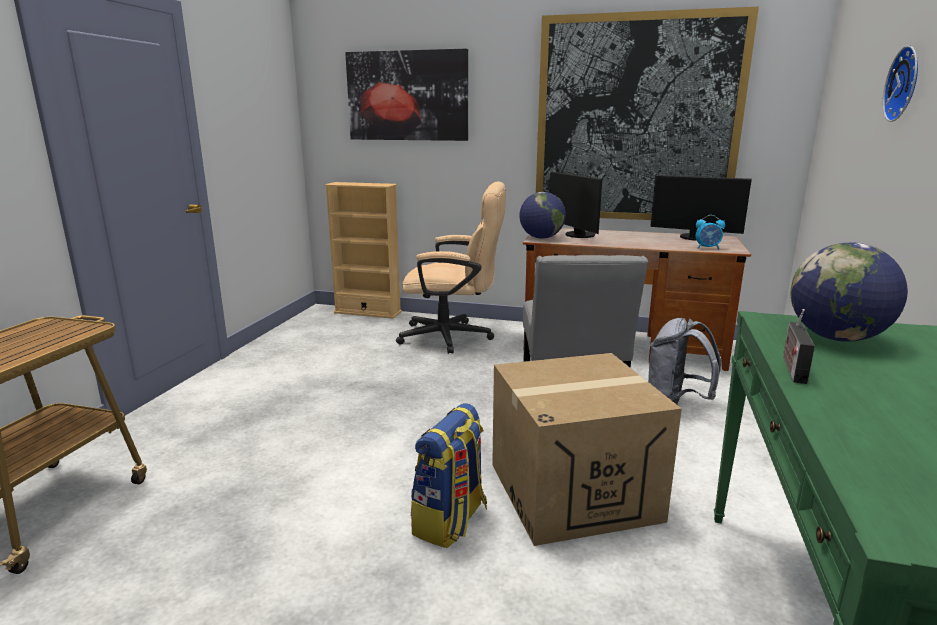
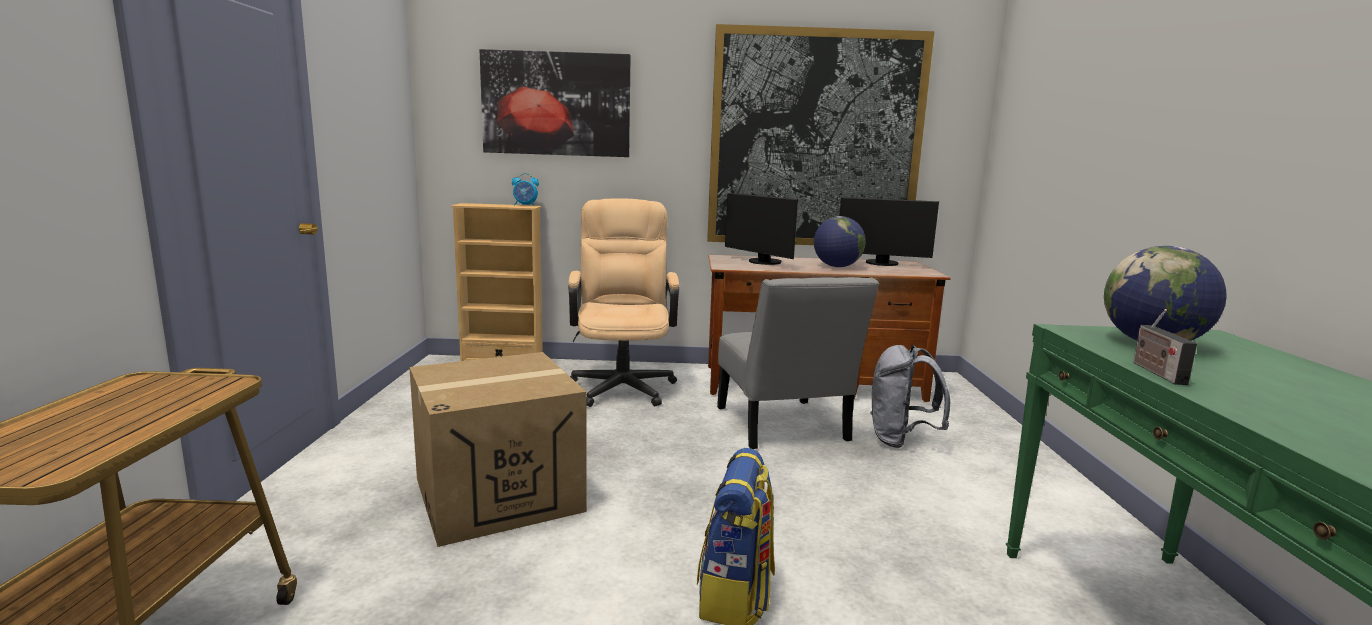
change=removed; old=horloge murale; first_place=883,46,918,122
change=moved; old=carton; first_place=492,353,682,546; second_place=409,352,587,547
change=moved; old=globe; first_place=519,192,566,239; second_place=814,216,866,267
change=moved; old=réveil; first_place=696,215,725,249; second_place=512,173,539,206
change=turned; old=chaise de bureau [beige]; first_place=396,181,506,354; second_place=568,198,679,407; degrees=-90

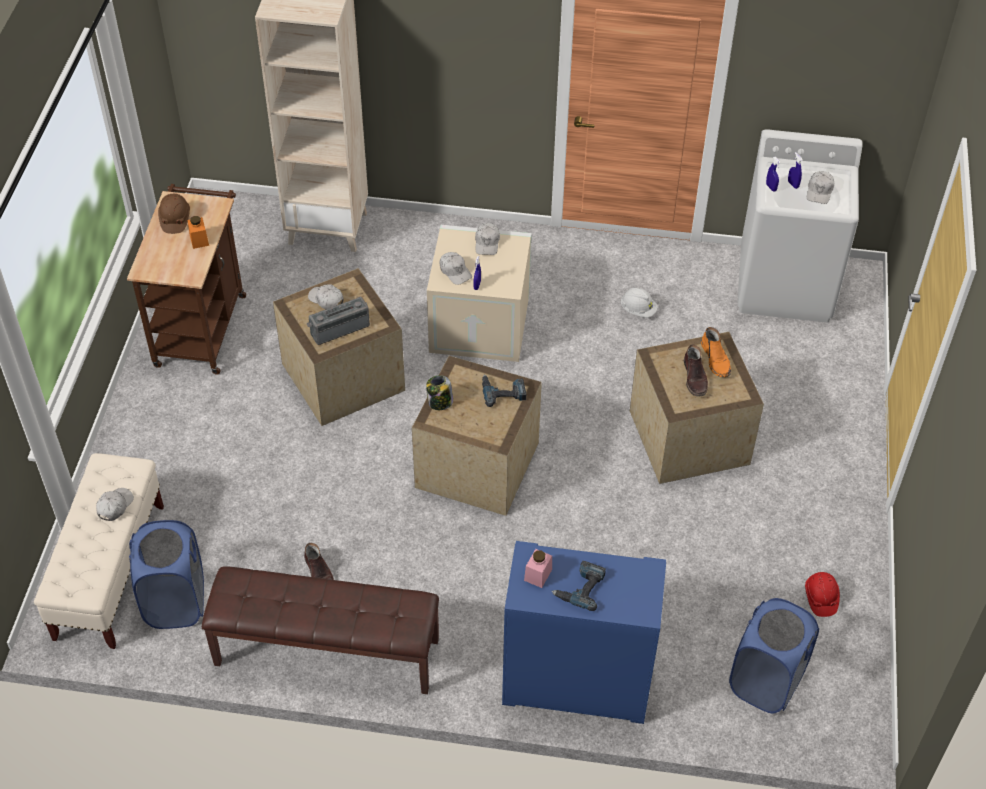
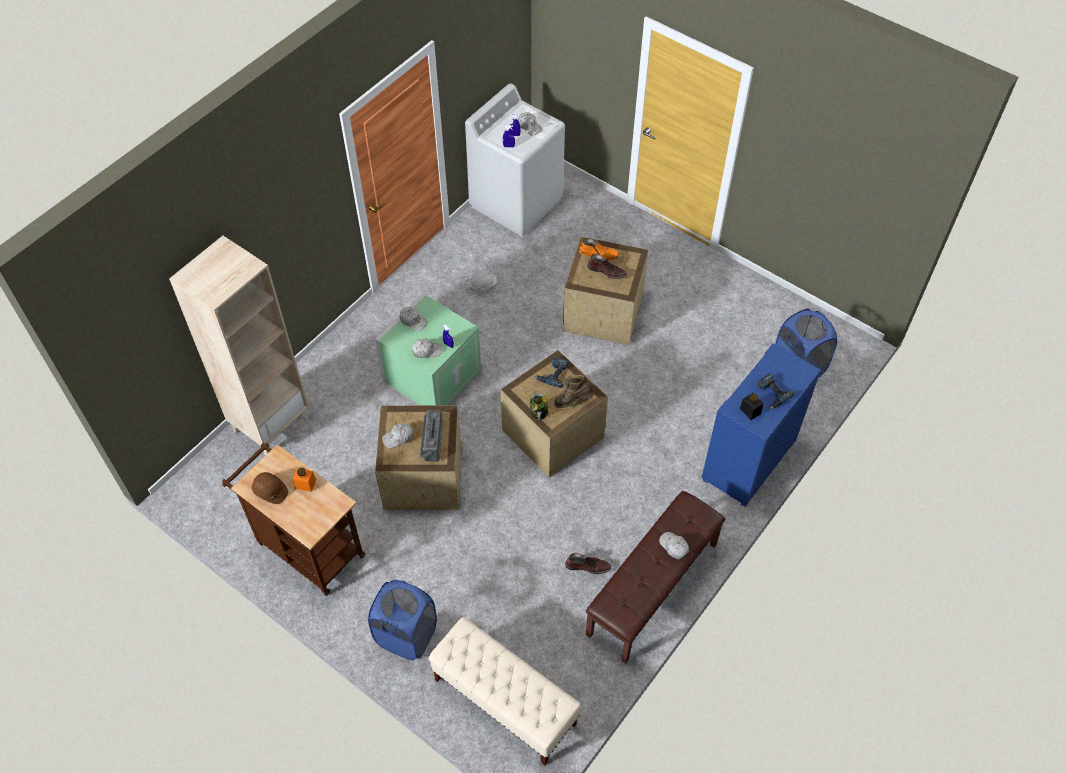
change=removed; old=casque de chantier [rouge]; first_place=805,572,840,617
change=added; new=botte [marron]; second_place=554,375,594,408
change=moved; old=casquette [blanc]; first_place=96,488,134,521; second_place=659,532,689,560
change=moved; old=panier à linge [bleu]; first_place=129,520,204,629; second_place=368,580,437,660
change=recoloured; old=boîte de rangement [beige]; new=boîte de rangement [vert]; first_place=427,225,531,362; second_place=375,293,481,405
change=recoloured; old=bocal [rose]; new=bocal [noir]; first_place=524,549,552,588; second_place=740,393,763,420

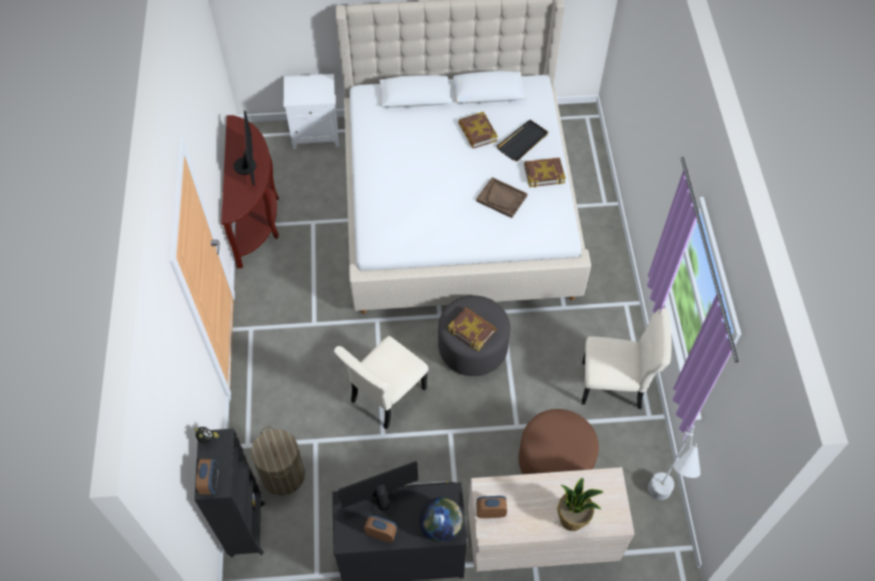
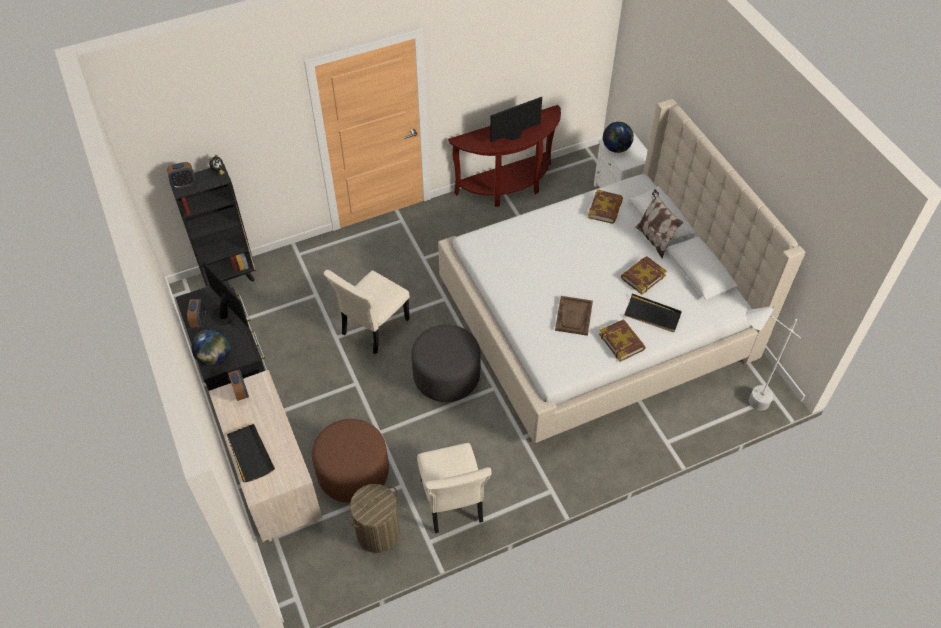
change=added; new=globe; second_place=603,122,634,153
change=added; new=coussin; second_place=635,189,683,258
change=moved; old=panier à linge; first_place=251,426,305,496; second_place=349,484,400,553
change=moved; old=livre; first_place=448,307,497,351; second_place=588,189,623,224
change=moved; old=lampadaire [blanc]; first_place=648,425,701,500; second_place=746,306,801,411
change=replaced; old=plante en pot; new=plateau [noir]; first_place=558,478,603,531; second_place=227,423,275,482
change=turned; old=chaise [beige]; first_place=334,336,429,430; second_place=324,270,410,355; degrees=-75

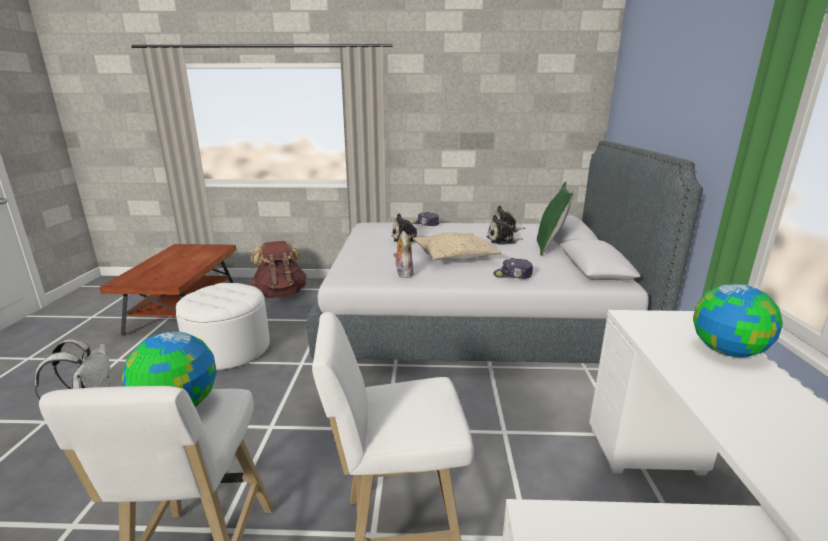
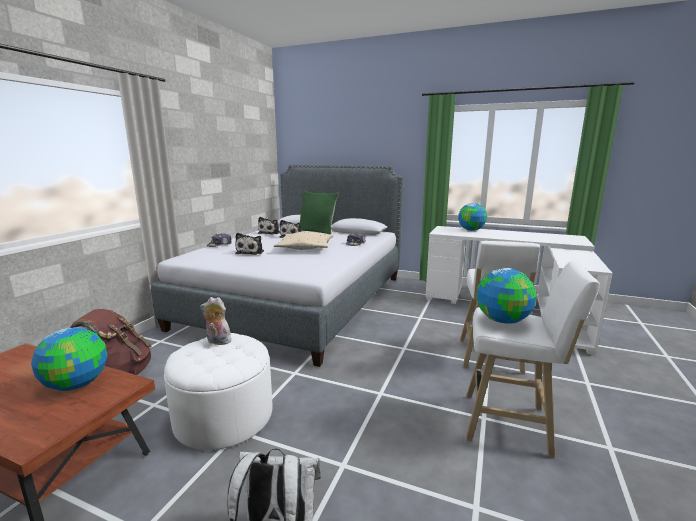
change=added; new=globe; second_place=31,327,107,391
change=moved; old=peluche; first_place=393,231,414,278; second_place=200,297,233,345

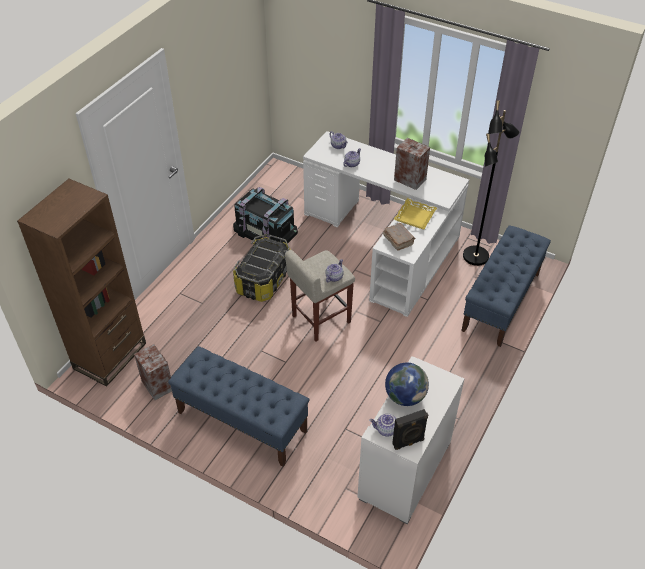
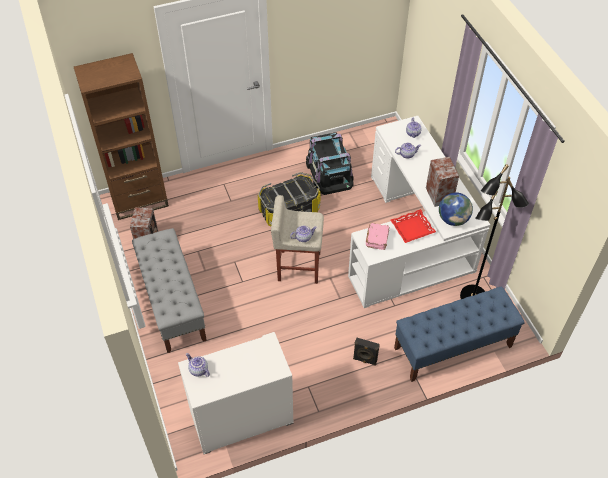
change=moved; old=globe; first_place=385,363,429,406; second_place=439,192,473,226
change=moved; old=enceinte [noir]; first_place=392,409,428,450; second_place=353,338,380,366
change=recoloured; old=banc [bleu]; new=banc [gris]; first_place=168,346,309,467; second_place=132,228,207,353
change=recoloured; old=livre [marron]; new=livre [rose]; first_place=383,223,415,250; second_place=366,223,389,250
change=recoloured; old=plateau [jaune]; new=plateau [rouge]; first_place=394,198,437,229; second_place=390,209,436,243

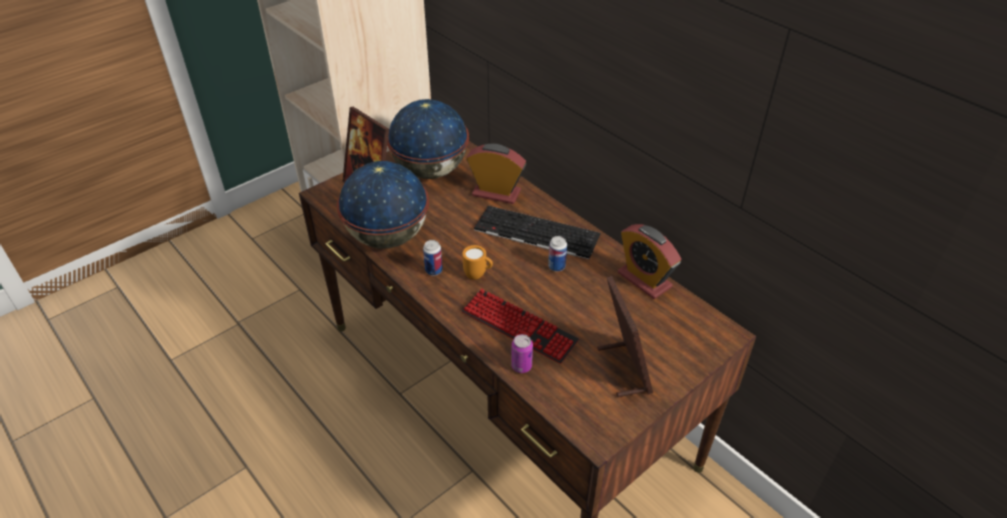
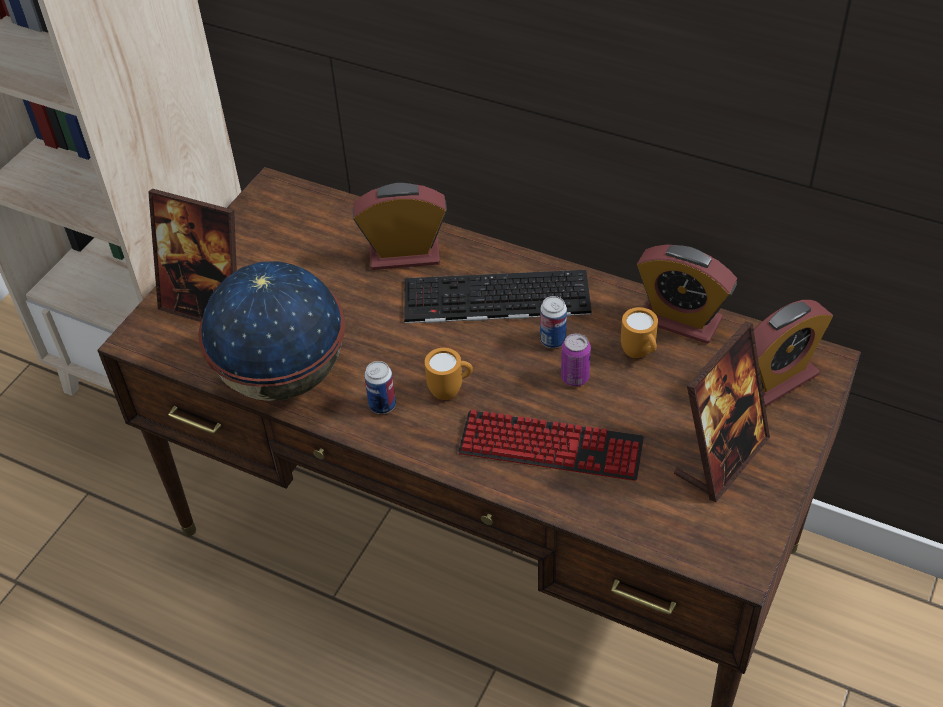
change=removed; old=globe; first_place=387,99,469,179
change=added; new=mug [orange]; second_place=621,307,658,358
change=added; new=réveil; second_place=754,300,833,407
change=moved; old=boîte métallique; first_place=511,334,533,373; second_place=561,333,591,386
change=turned; old=cadre photo; first_place=597,276,653,397; second_place=674,321,770,502; degrees=75

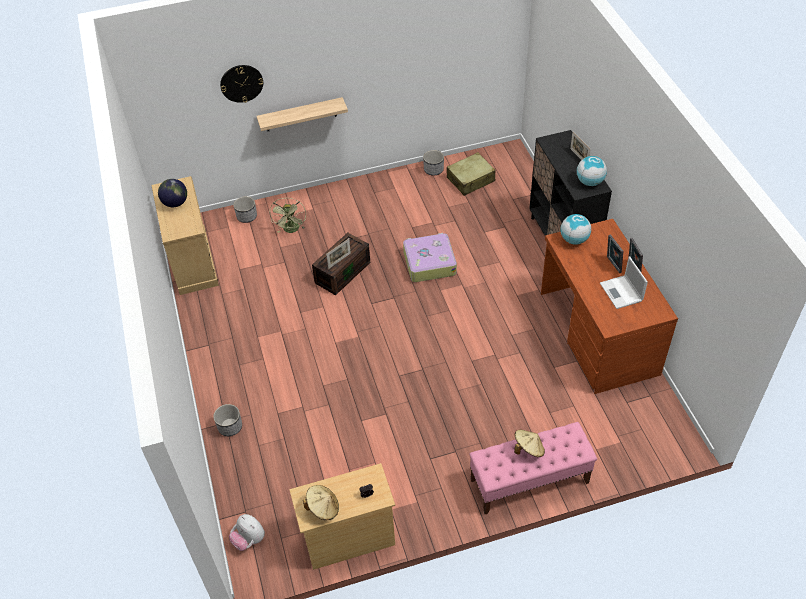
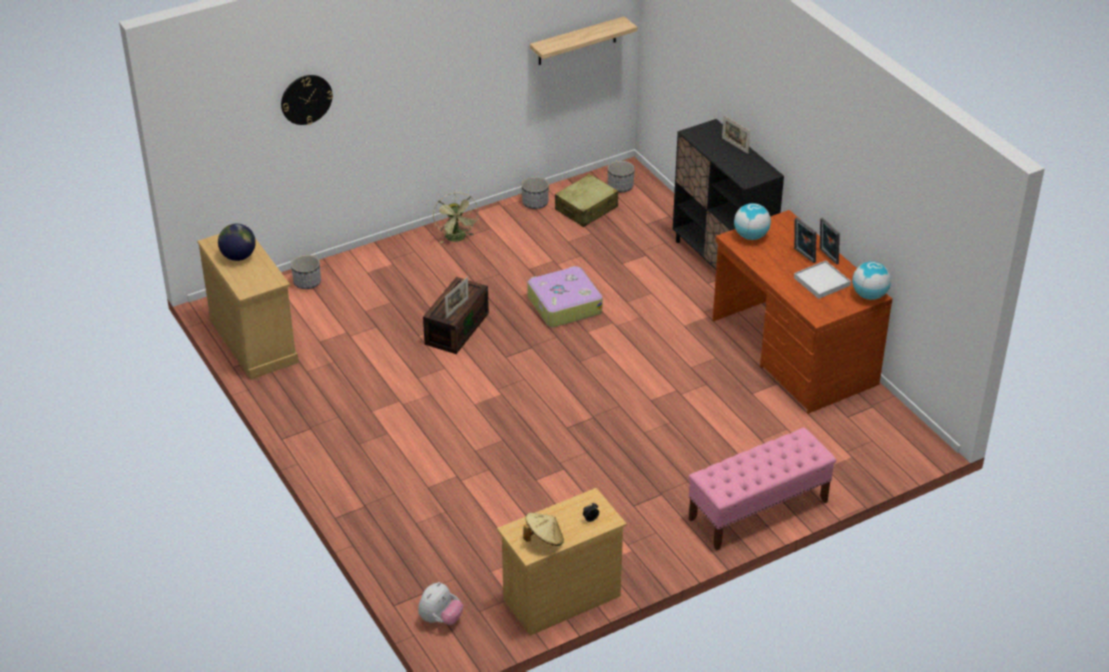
change=removed; old=chapeau [beige]; first_place=514,430,545,457
change=moved; old=cache-pot; first_place=213,404,242,436; second_place=608,161,635,192
change=moved; old=étagère; first_place=257,97,348,131; second_place=530,16,637,65
change=moved; old=ventilateur [vert]; first_place=270,198,306,233; second_place=433,192,479,243
change=moved; old=globe; first_place=577,156,607,186; second_place=852,261,891,300
change=replaced; old=ordinateur portable; new=plateau [blanc]; first_place=600,256,648,309; second_place=794,260,851,299
change=turned; old=peluche; first_place=229,514,265,551; second_place=418,582,463,625; degrees=-90

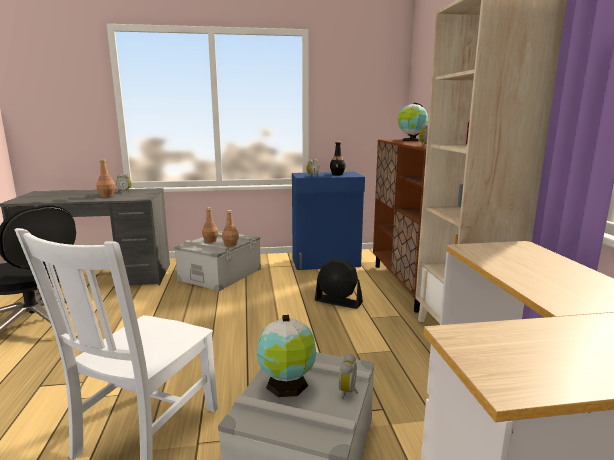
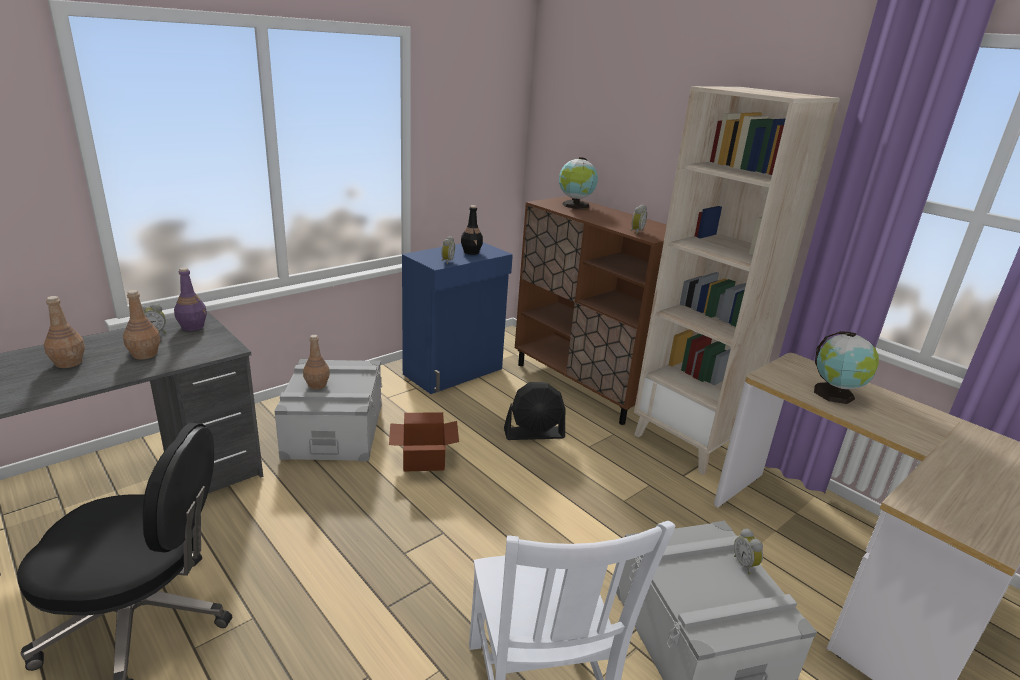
change=added; new=bouteille [violet]; second_place=174,267,207,331
change=added; new=carton; second_place=389,412,459,472
change=moved; old=bouteille [marron]; first_place=222,210,239,246; second_place=44,296,85,368
change=moved; old=globe; first_place=257,315,316,397; second_place=814,331,879,404

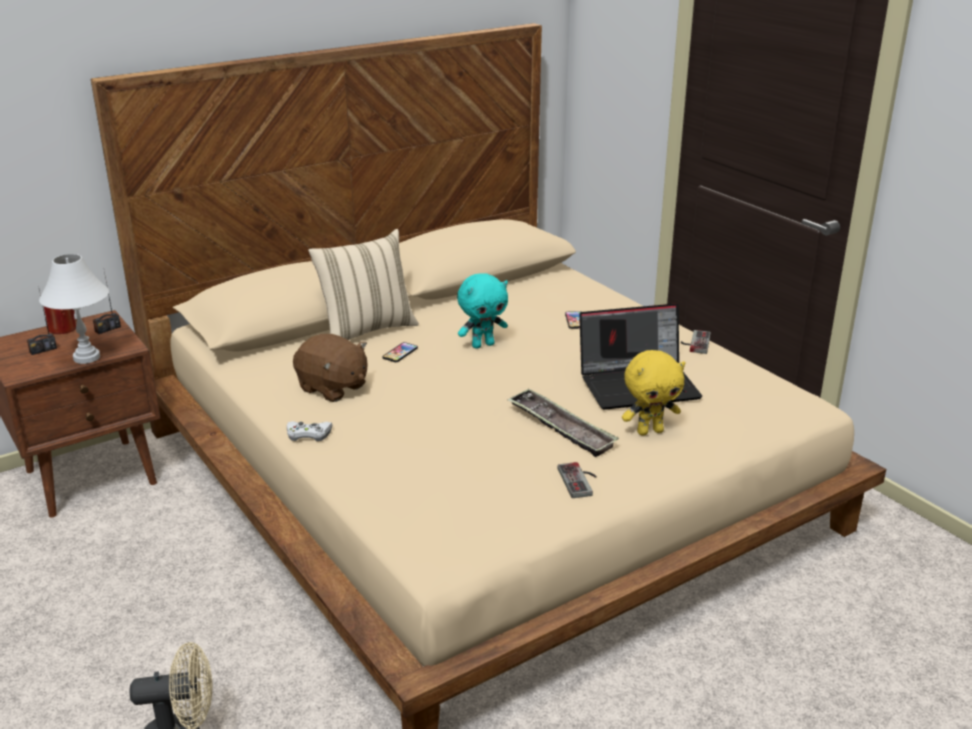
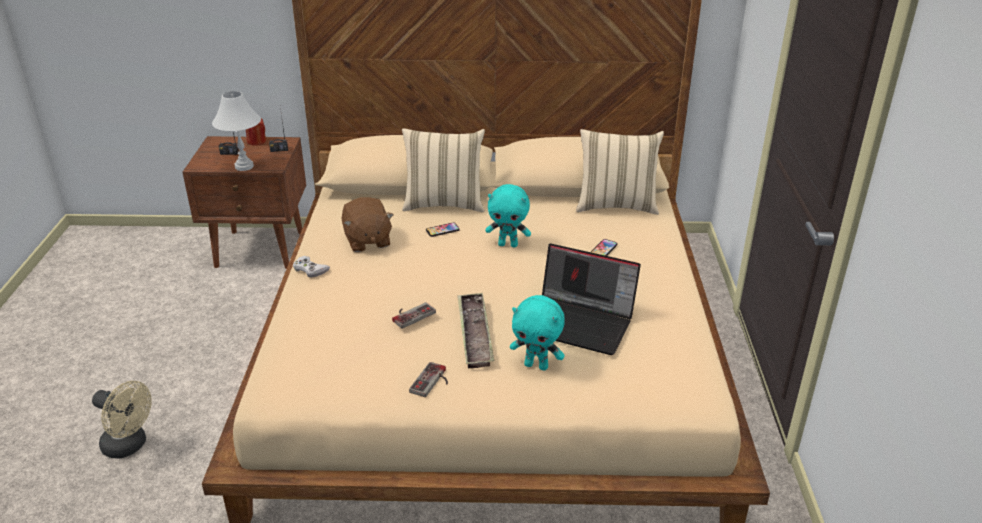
change=added; new=coussin [beige]; second_place=576,129,664,215
change=moved; old=manette; first_place=681,330,711,354; second_place=392,302,436,329
change=recoloured; old=peluche [jaune]; new=peluche [turquoise]; first_place=622,350,686,435; second_place=510,295,565,370

